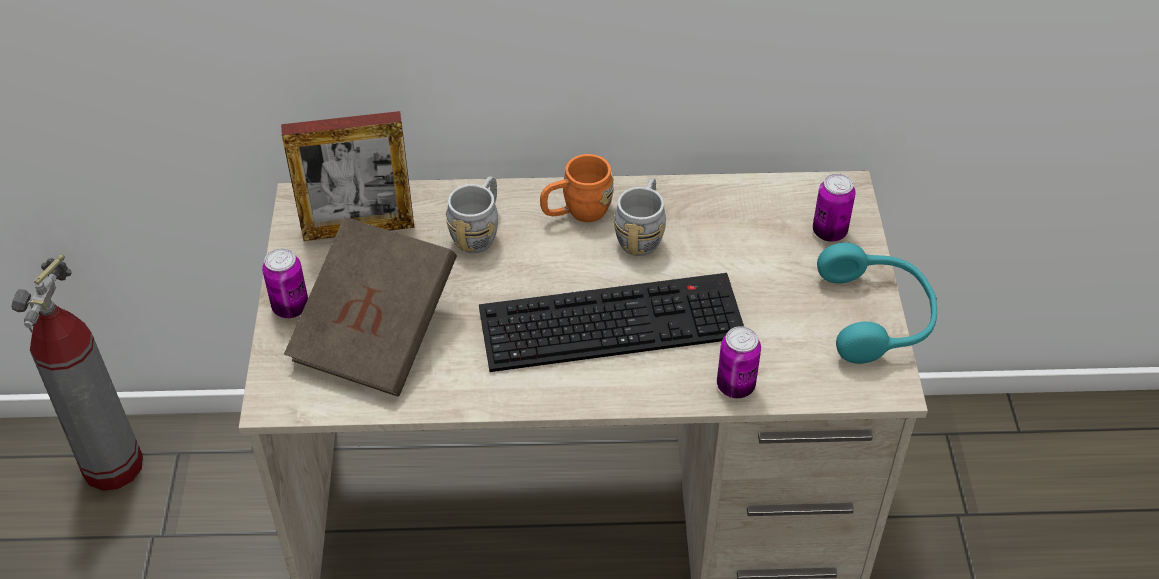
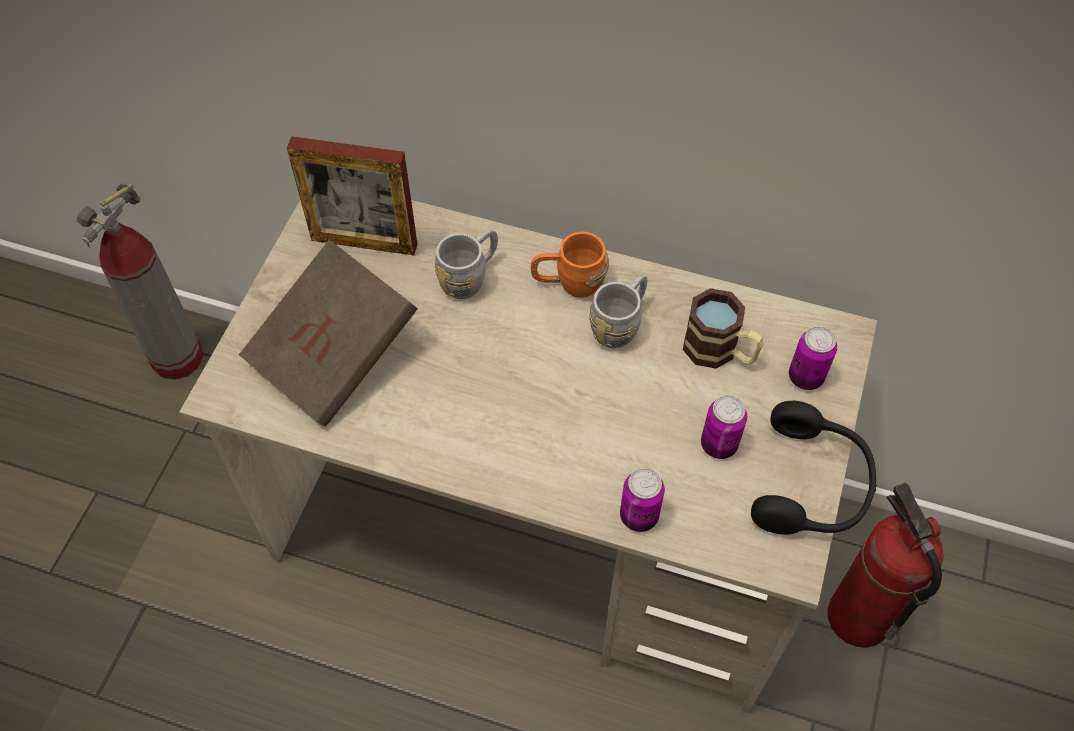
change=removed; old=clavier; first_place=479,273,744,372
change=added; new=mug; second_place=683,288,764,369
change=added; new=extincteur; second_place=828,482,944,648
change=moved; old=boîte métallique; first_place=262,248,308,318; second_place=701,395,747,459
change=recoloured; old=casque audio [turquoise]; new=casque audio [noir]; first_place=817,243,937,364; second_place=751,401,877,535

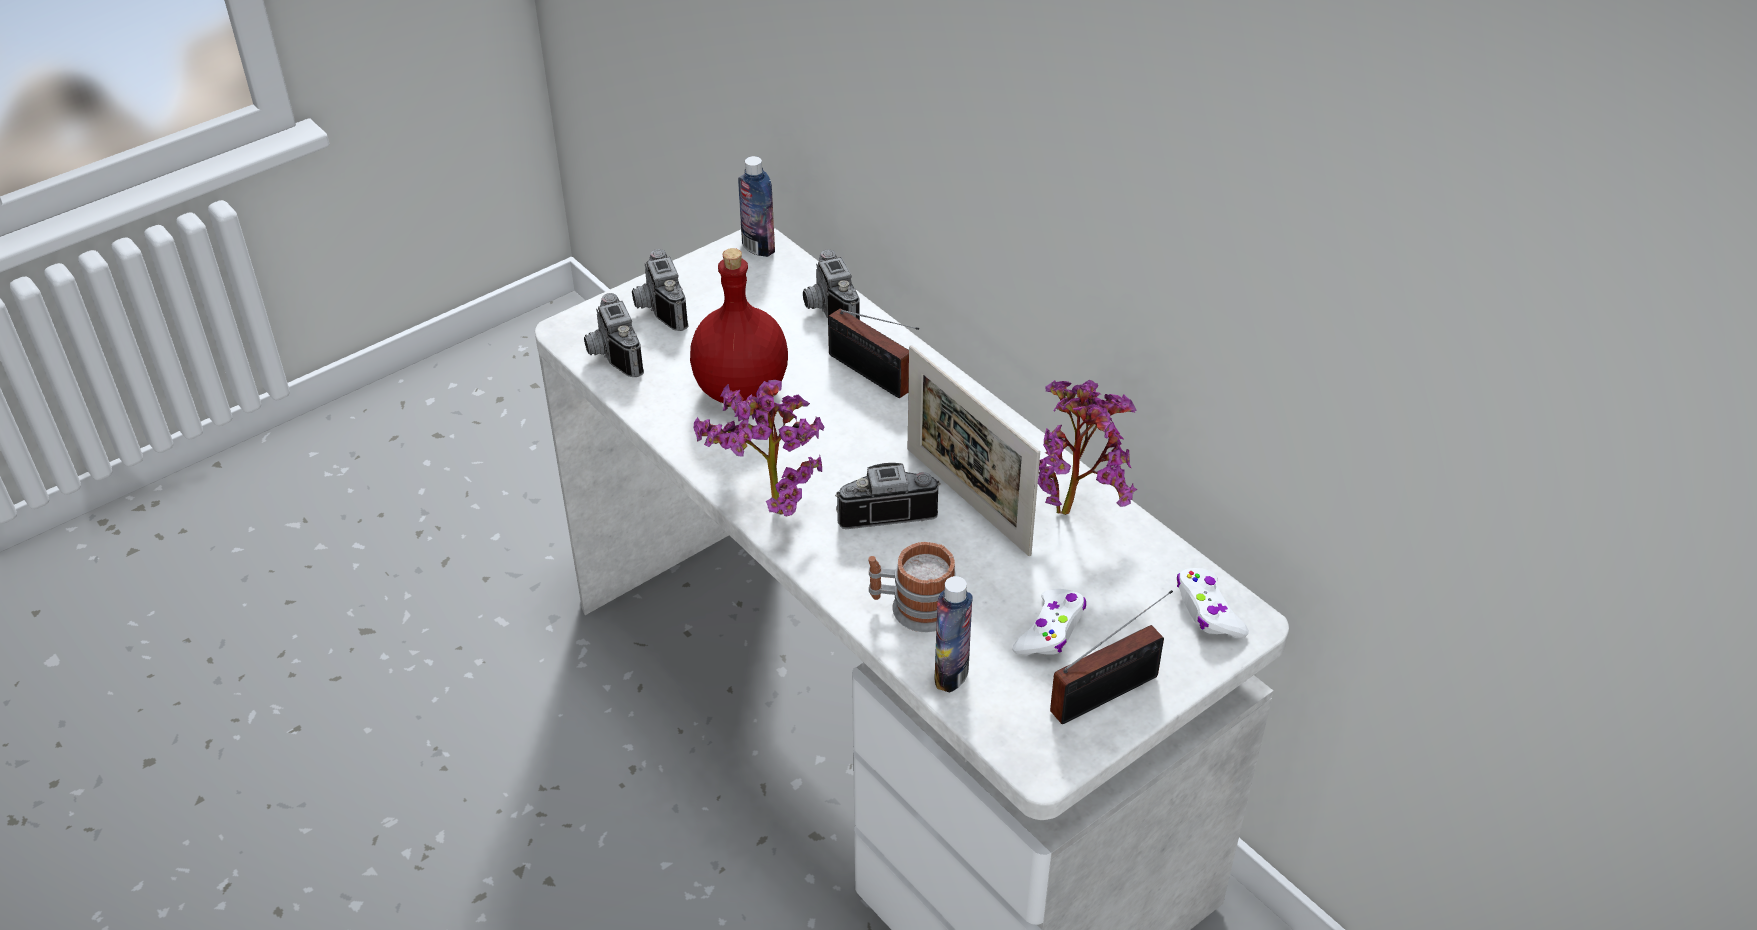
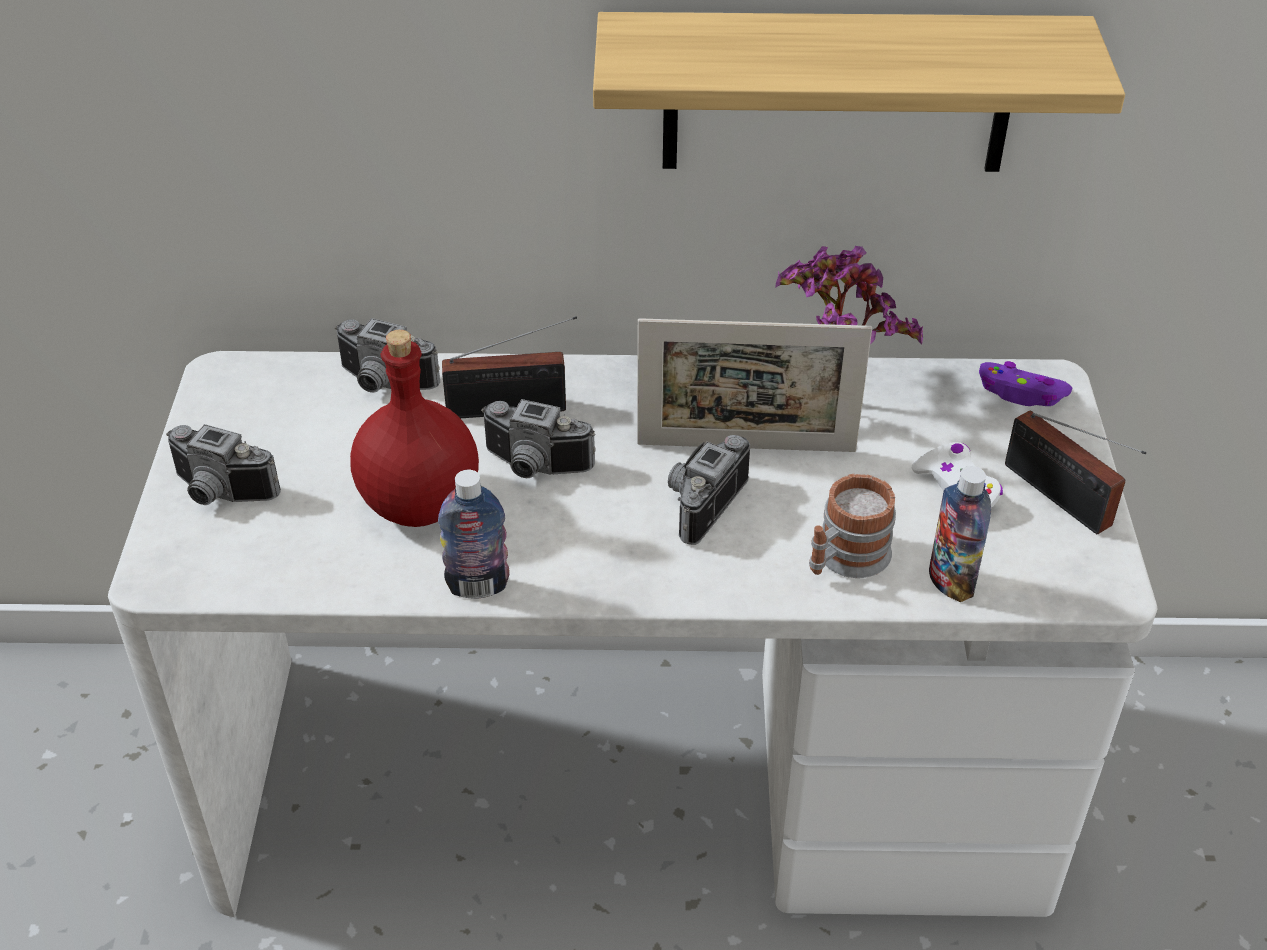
change=removed; old=plante en pot; first_place=694,380,824,516
change=added; new=étagère; second_place=593,12,1125,172
change=moved; old=appareil photo; first_place=584,293,644,377; second_place=481,399,596,478
change=moved; old=bouteille; first_place=738,156,775,257; second_place=438,470,510,599
change=recoloured; old=manette [blanc]; new=manette [violet]; first_place=1177,568,1249,638; second_place=979,361,1072,406
change=turned; old=radio; first_place=1050,590,1173,724; second_place=1005,410,1146,534; degrees=135

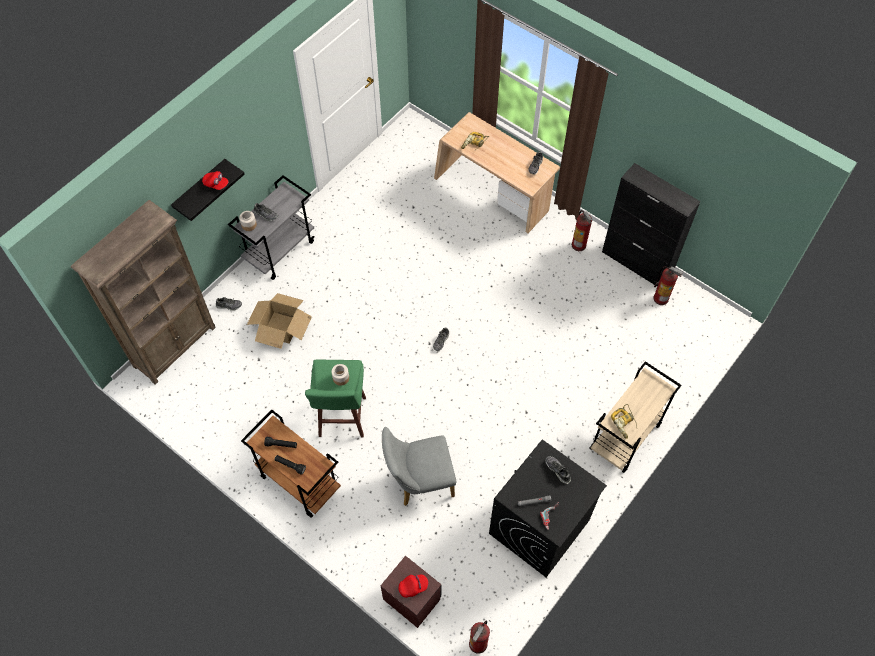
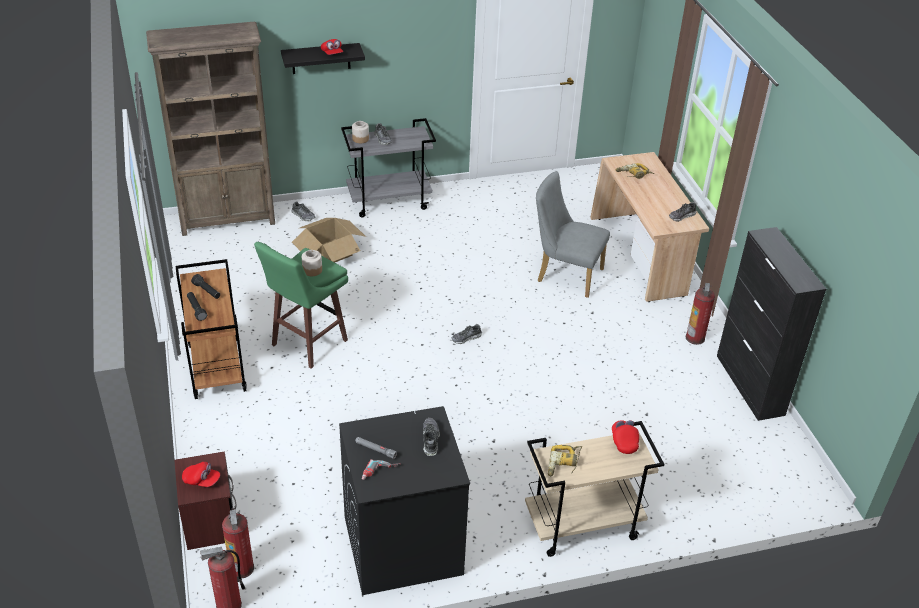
change=added; new=casquette [rouge]; second_place=612,420,639,454
change=moved; old=chaise [gris]; first_place=382,427,456,506; second_place=536,171,610,298
change=moved; old=extincteur; first_place=653,266,683,305; second_place=222,507,254,579

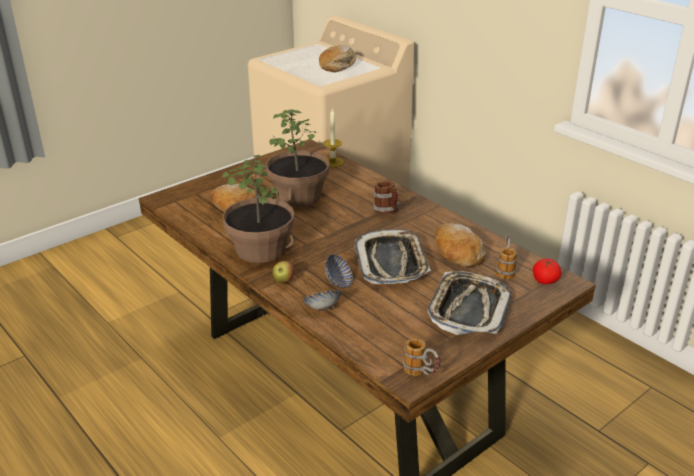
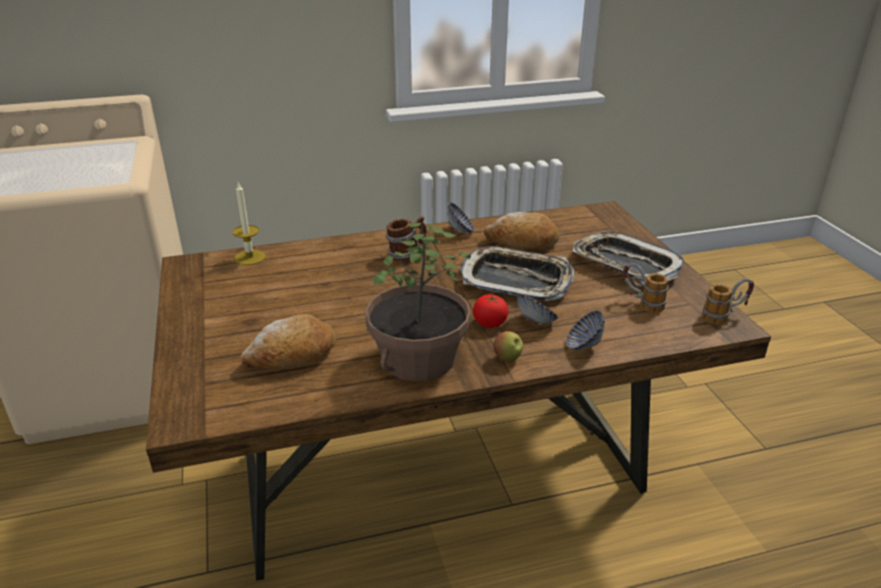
change=removed; old=plante en pot; first_place=266,110,330,207
change=removed; old=pain; first_place=319,45,356,72
change=added; new=bol; second_place=447,202,475,233
change=moved; old=mug; first_place=496,235,517,279; second_place=623,263,668,313
change=moved; old=tomate; first_place=533,259,561,284; second_place=473,294,509,328

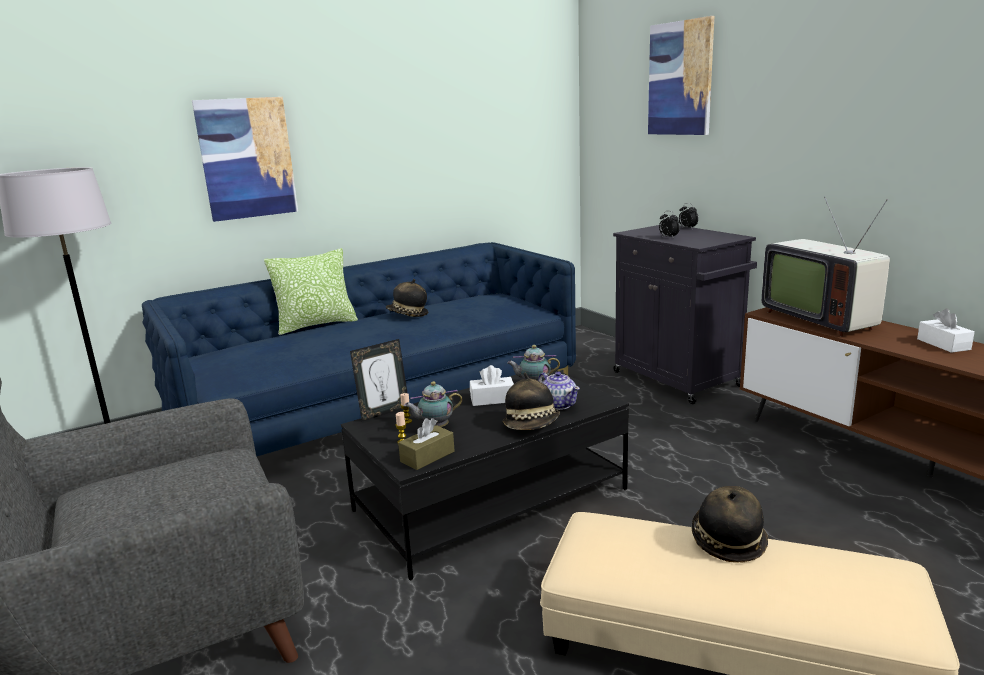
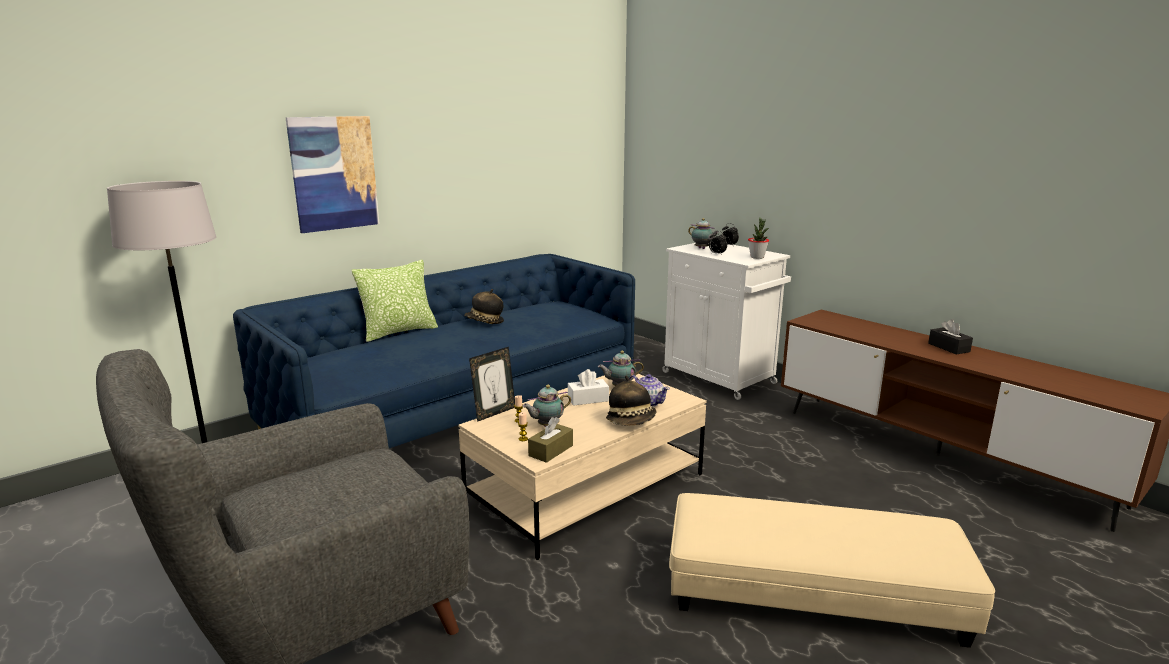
change=removed; old=tableau; first_place=648,16,714,135
change=removed; old=chapeau; first_place=692,486,768,563
change=removed; old=téléviseur; first_place=762,197,890,337
change=added; new=théière; second_place=688,218,719,249
change=added; new=plante en pot; second_place=748,218,769,259
change=recoloured; old=table basse [noir]; new=table basse [beige]; first_place=341,368,629,581; second_place=458,374,707,560
change=recoloured; old=meuble de rangement [noir]; new=meuble de rangement [blanc]; first_place=613,225,757,404; second_place=662,243,791,400
change=recoloured; old=boîte à mouchoirs [blanc]; new=boîte à mouchoirs [noir]; first_place=917,309,975,353; second_place=928,319,973,355

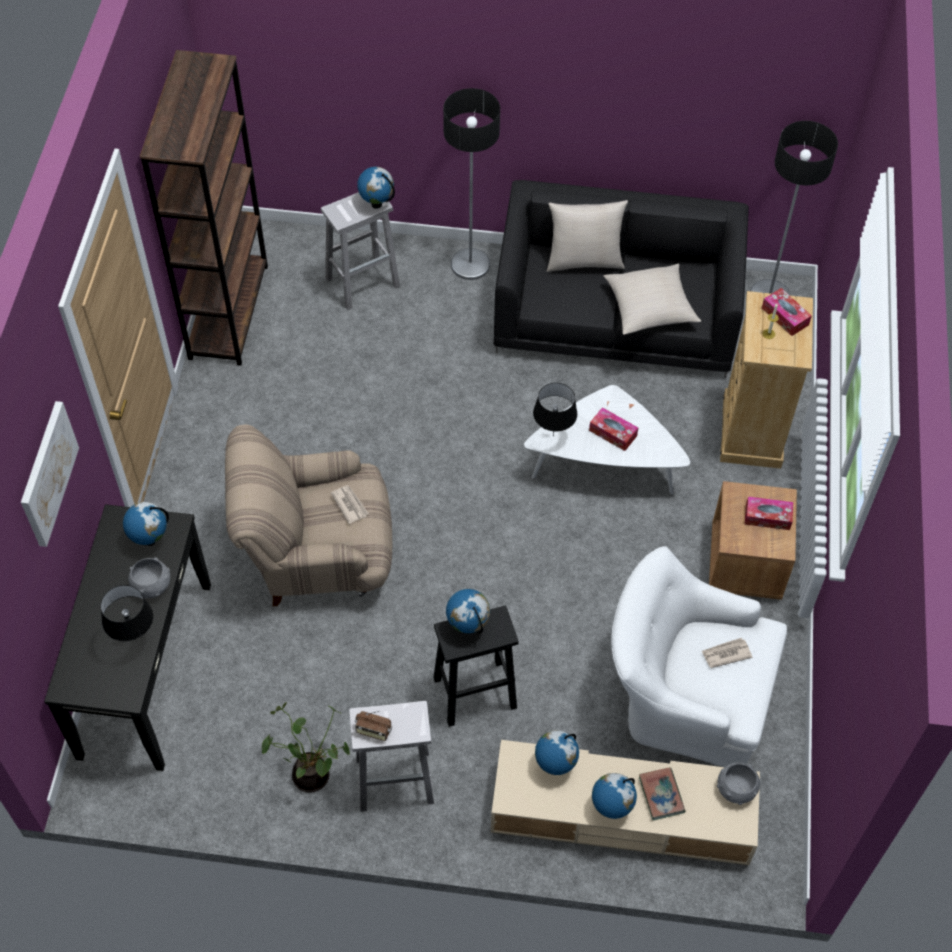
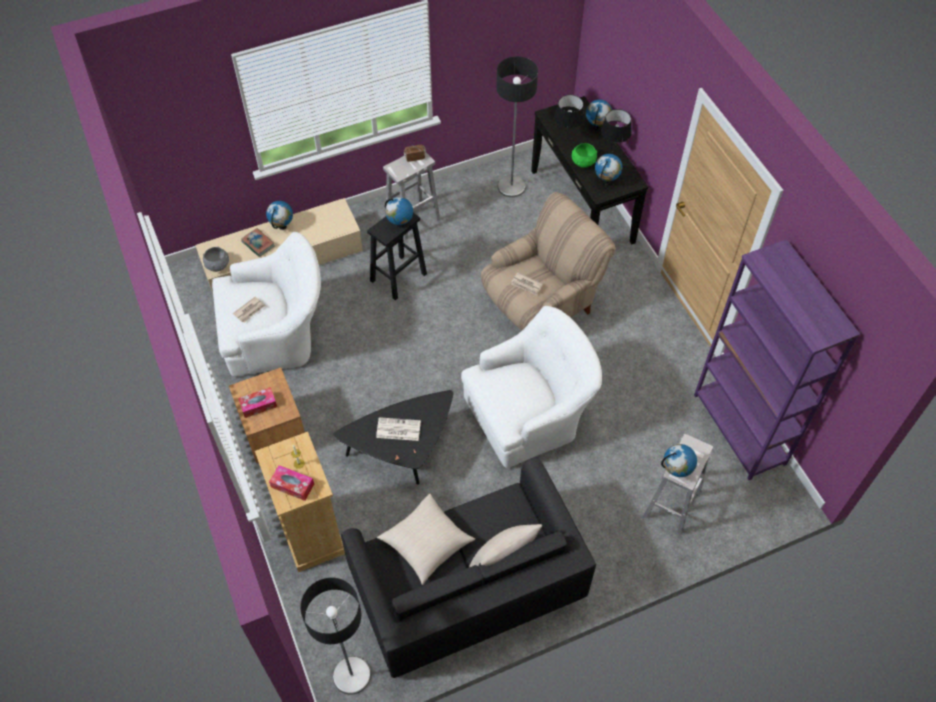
change=removed; old=tableau; first_place=21,401,79,547
change=removed; old=plante en pot; first_place=262,702,350,793
change=added; new=fauteuil [blanc]; second_place=461,306,602,468
change=moved; old=lampadaire; first_place=443,88,500,280; second_place=496,56,538,197
change=moved; old=lampe de table [noir]; first_place=533,383,577,437; second_place=601,109,632,150
change=moved; old=globe; first_place=535,730,579,775; second_place=586,99,612,130
change=replaced; old=boîte à mouchoirs; new=journal; first_place=589,407,638,451; second_place=376,417,421,441
change=recoloured; old=bol [gris]; new=bol [vert]; first_place=128,557,170,598; second_place=572,143,597,168
change=recoloured; old=bibliothèque [marron]; new=bibliothèque [violet]; first_place=140,50,268,366; second_place=694,239,860,480
change=recoloured; old=table basse [blanc]; new=table basse [noir]; first_place=524,385,690,494; second_place=333,390,453,484

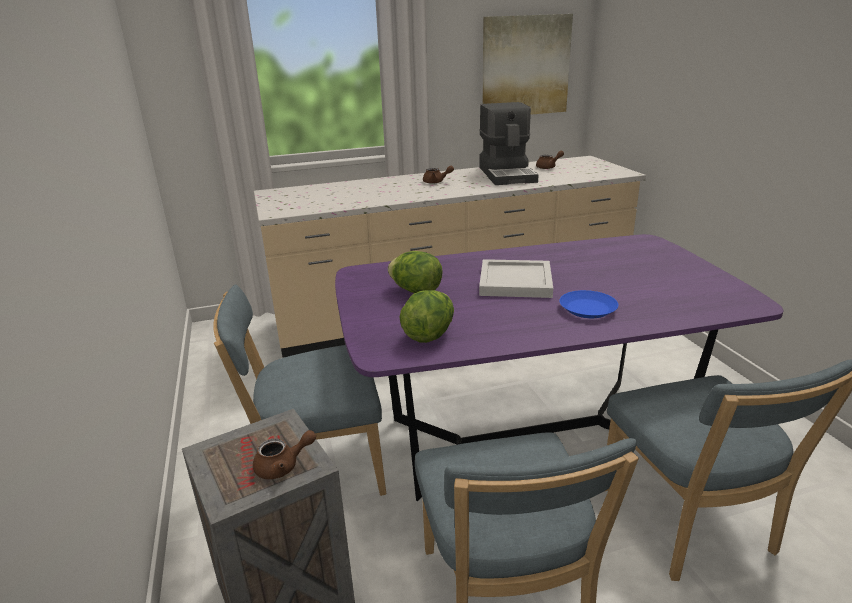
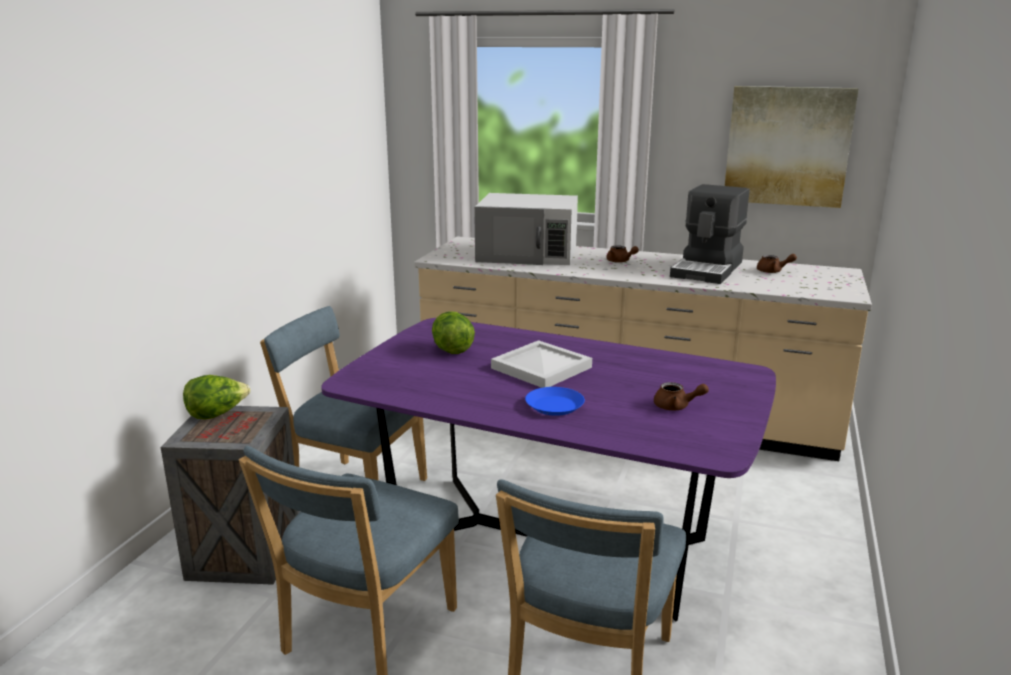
change=added; new=micro-ondes [blanc]; second_place=474,193,578,265
change=moved; old=théière [marron]; first_place=253,430,316,479; second_place=654,382,709,410
change=moved; old=laitue; first_place=399,290,454,343; second_place=183,375,250,419

